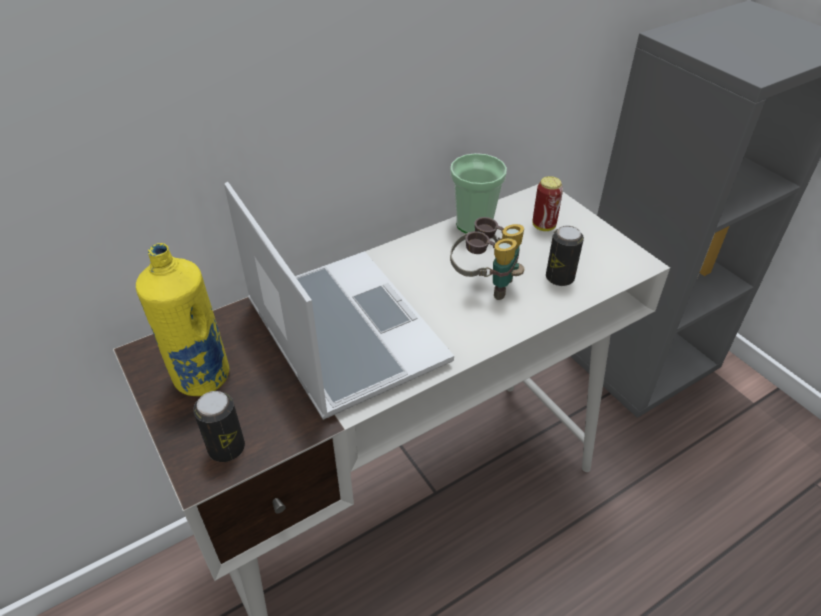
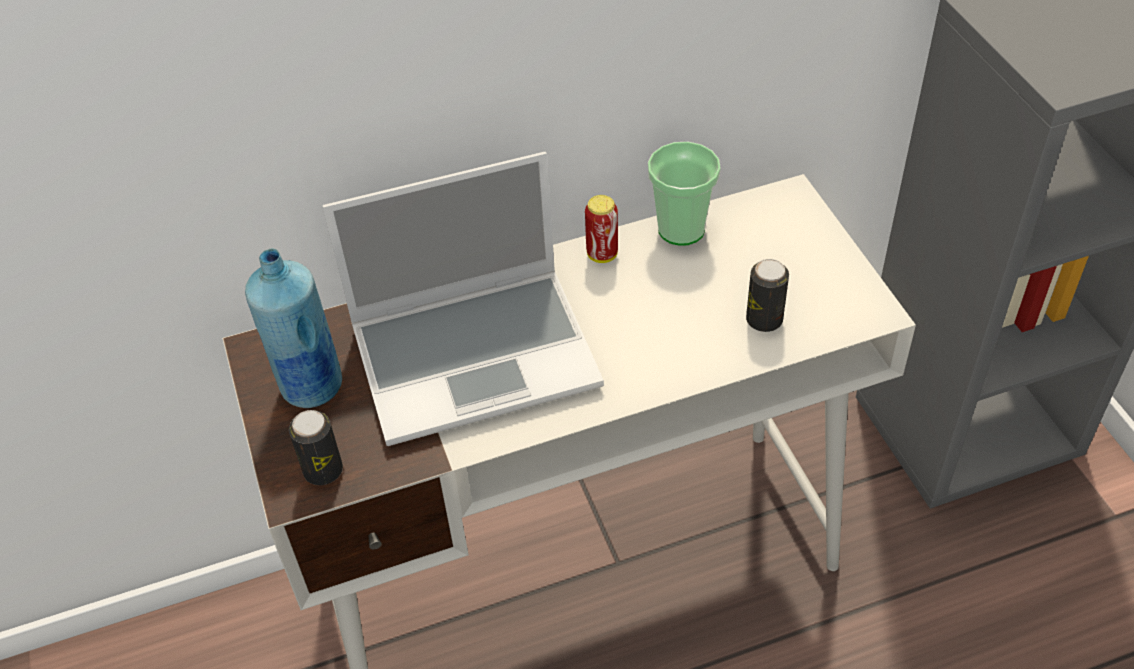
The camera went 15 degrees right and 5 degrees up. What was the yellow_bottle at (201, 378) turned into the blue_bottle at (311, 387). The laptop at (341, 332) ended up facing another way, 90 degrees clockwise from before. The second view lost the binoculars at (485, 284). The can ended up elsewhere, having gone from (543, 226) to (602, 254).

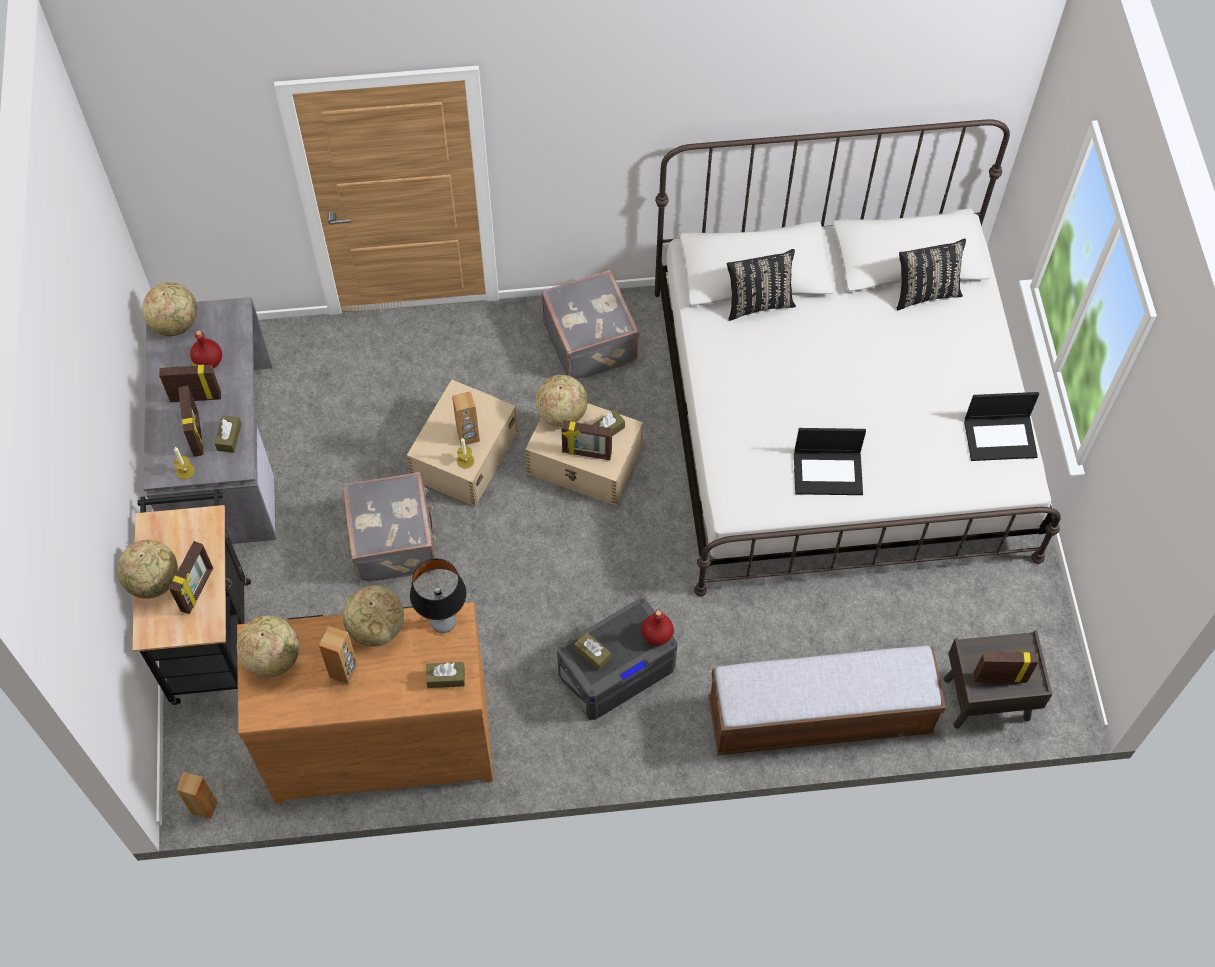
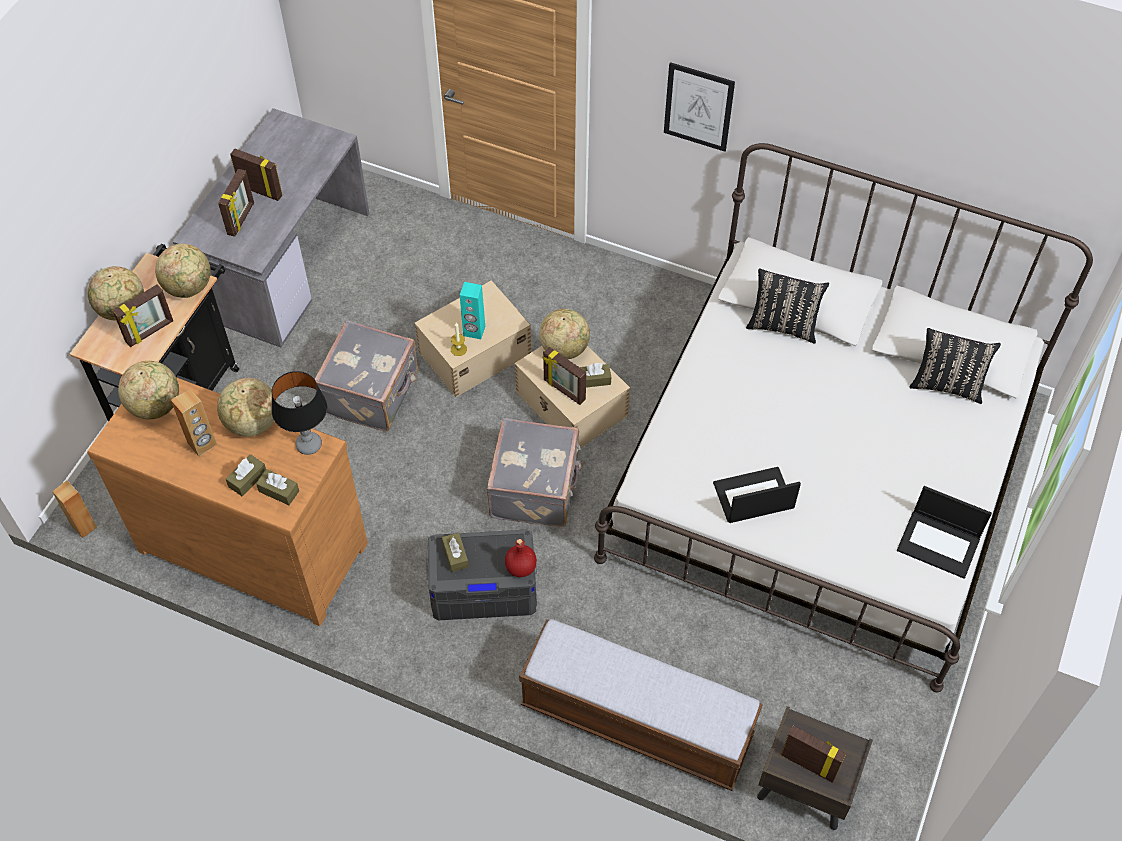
The camera went 30 degrees right and 5 degrees down. The globe ended up elsewhere, having gone from (175, 323) to (189, 287). The second view lost the candle at (185, 471). The second view lost the red_bottle at (209, 361). The brown_tissue_box ended up elsewhere, having gone from (229, 437) to (247, 479). What was the brown_speaker at (468, 436) turned into the turquoise_speaker at (474, 331). The grey_suitcase ended up elsewhere, having gone from (591, 341) to (536, 488). The laptop at (828, 472) ended up facing another way, 135 degrees clockwise from before. The second view gained the picture at (698, 107).

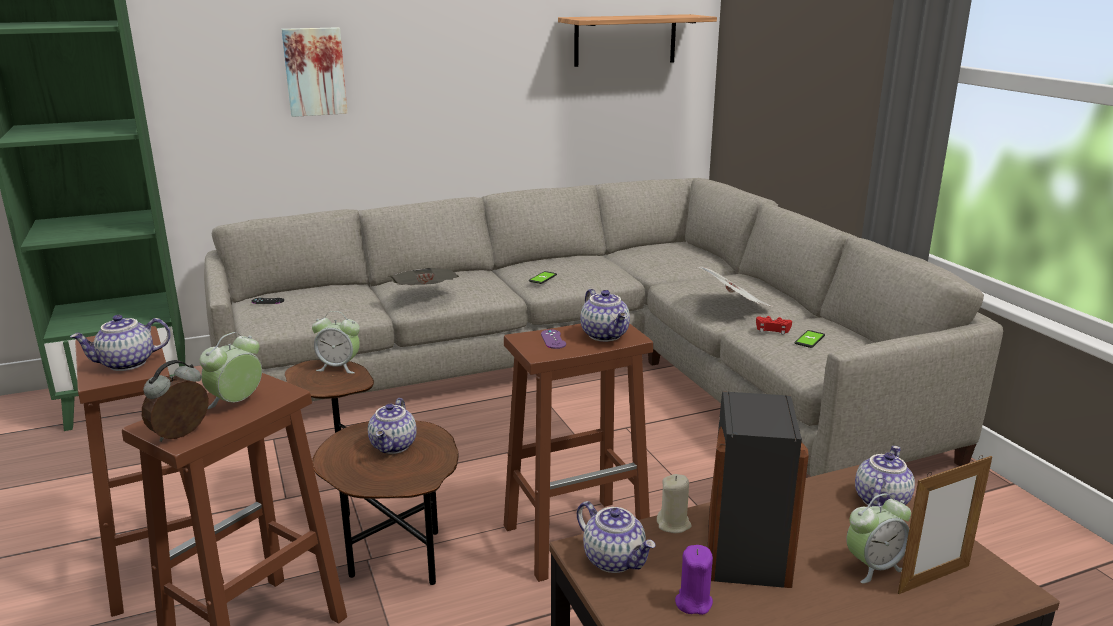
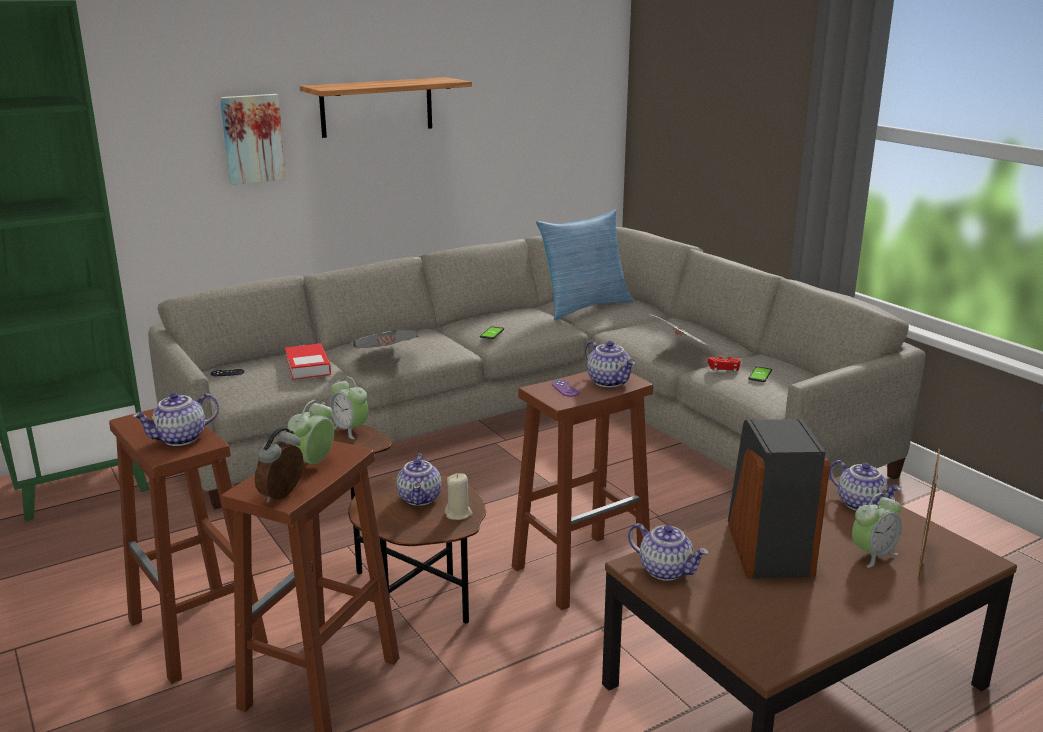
The camera went 10 degrees left and 0 degrees up. The alarm_clock at (339, 367) ended up facing another way, 45 degrees clockwise from before. The shelf ended up elsewhere, having gone from (625, 40) to (377, 107). The beige_candle ended up elsewhere, having gone from (674, 524) to (458, 514). The second view lost the purple_candle at (693, 602). The teapot at (880, 500) ended up facing another way, 120 degrees clockwise from before. The picture_frame at (933, 579) ended up facing another way, 150 degrees clockwise from before. The second view gained the book at (308, 367). The second view gained the pillow at (583, 307).

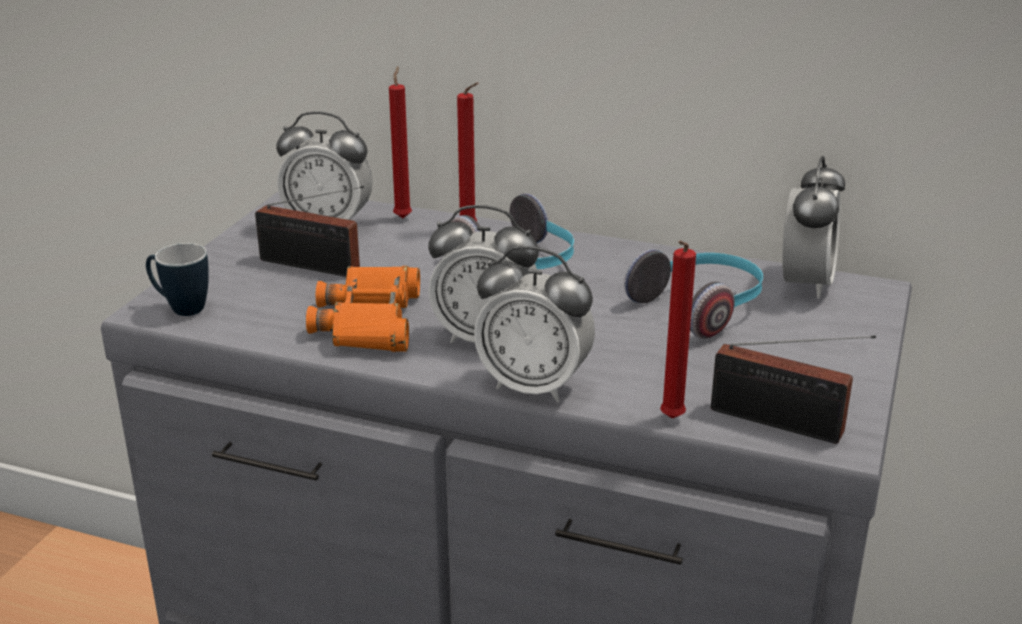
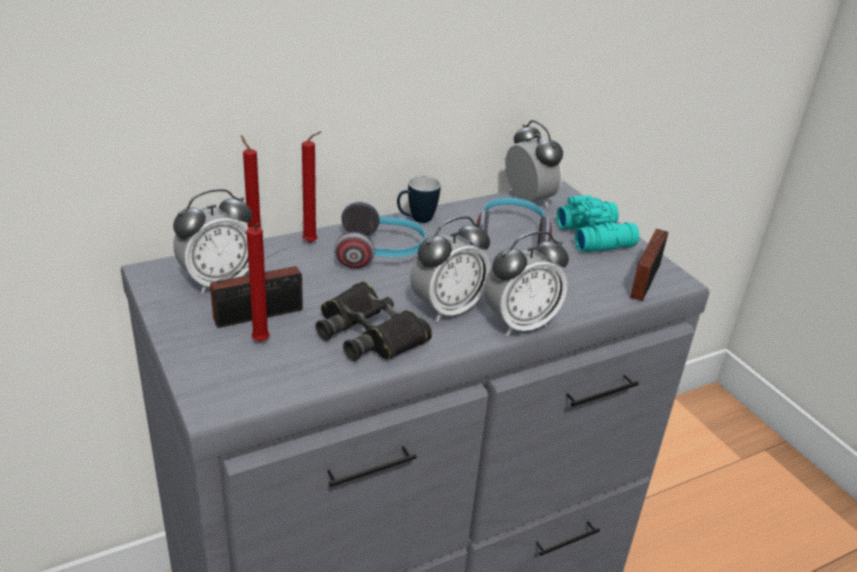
The camera went 50 degrees left and 5 degrees up. The mug ended up elsewhere, having gone from (180, 308) to (416, 220). What was the orange_binoculars at (370, 321) turned into the black_binoculars at (369, 333). The red_candle ended up elsewhere, having gone from (670, 420) to (261, 343). The radio at (783, 424) ended up facing another way, 135 degrees clockwise from before. The second view gained the turquoise_binoculars at (595, 235).

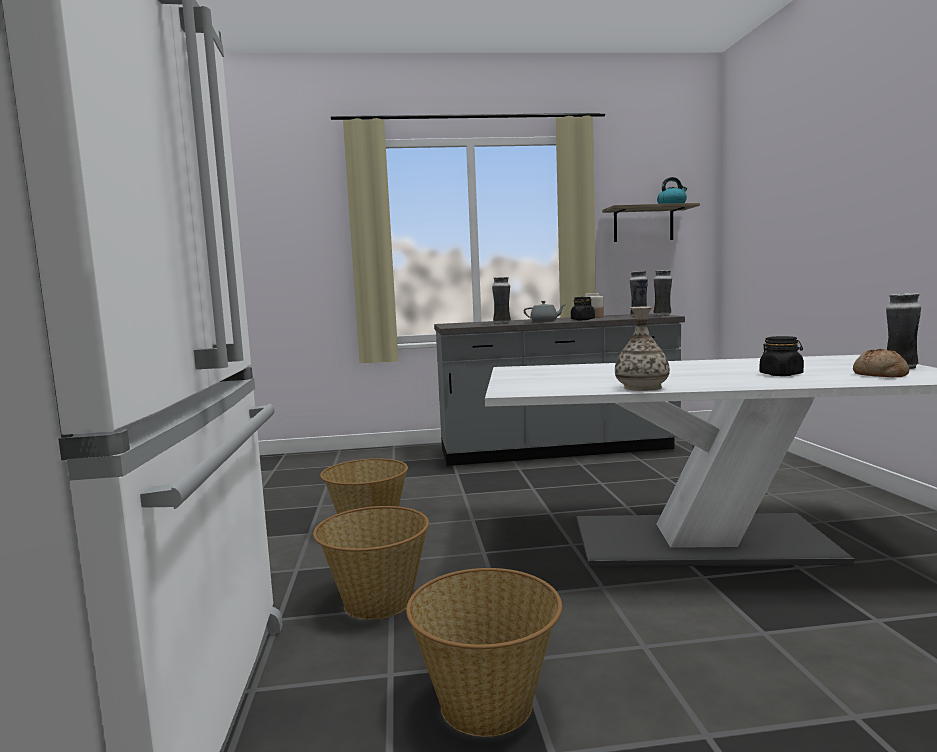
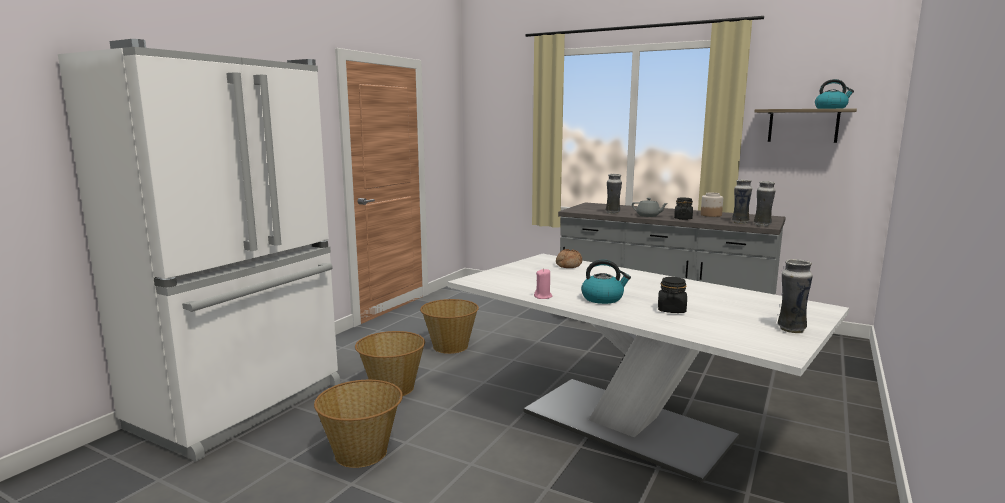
The camera went 35 degrees right and 5 degrees up. Where the vase stood at (642, 387), the pink_candle came to stand at (543, 297). The bread ended up elsewhere, having gone from (879, 375) to (568, 265). The second view gained the kettle at (603, 298).

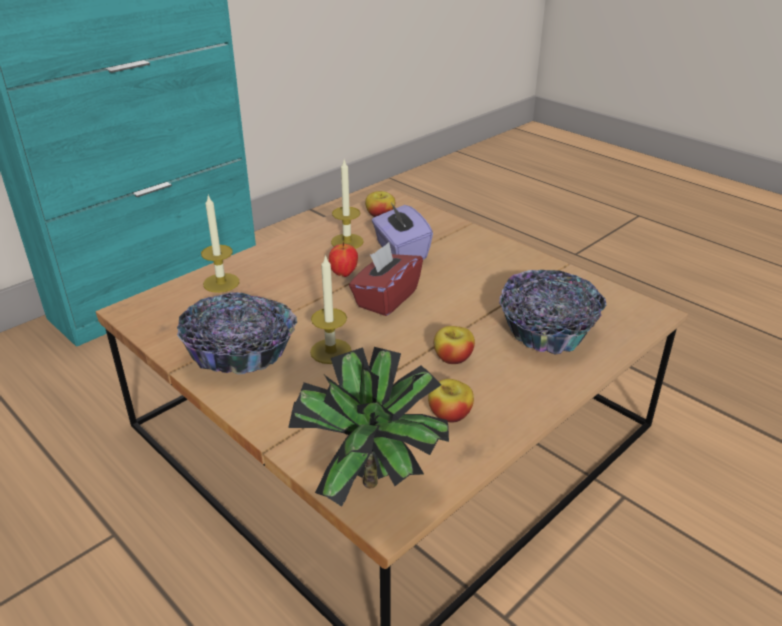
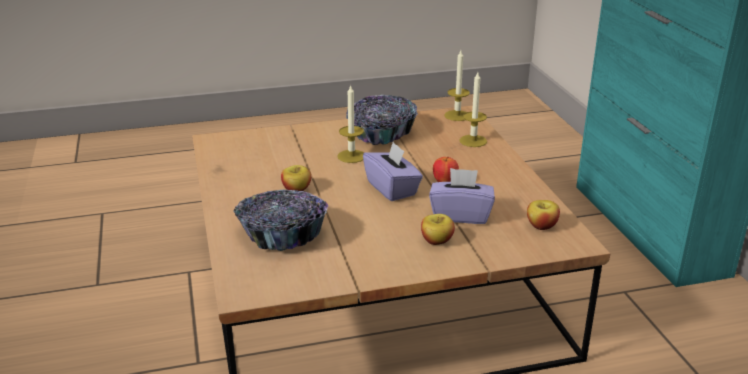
The camera went 120 degrees right and 5 degrees down. The second view lost the potted_plant at (375, 491). The candle ended up elsewhere, having gone from (347, 242) to (457, 115). What was the red_tissue_box at (386, 298) turned into the purple_tissue_box at (392, 188). The apple ended up elsewhere, having gone from (449, 415) to (436, 241).

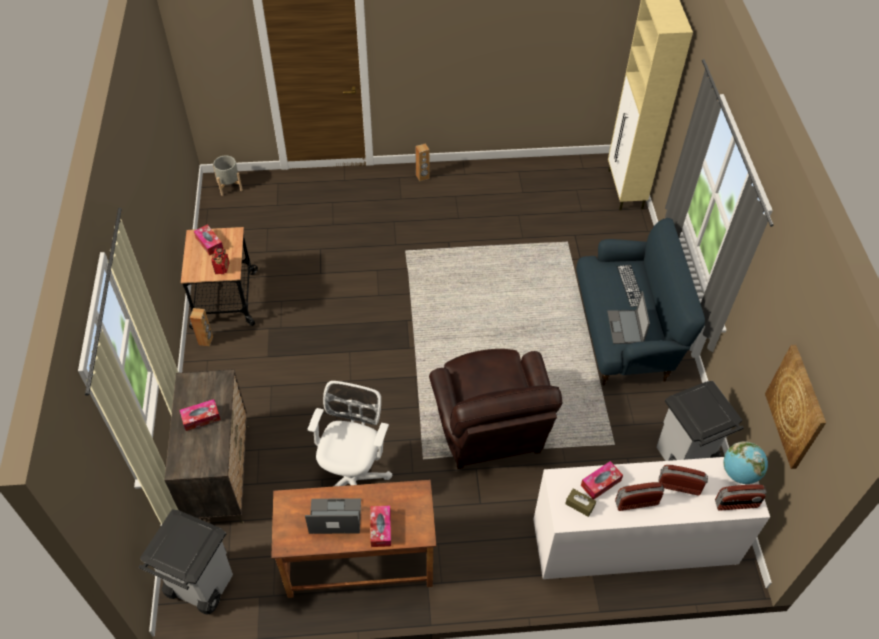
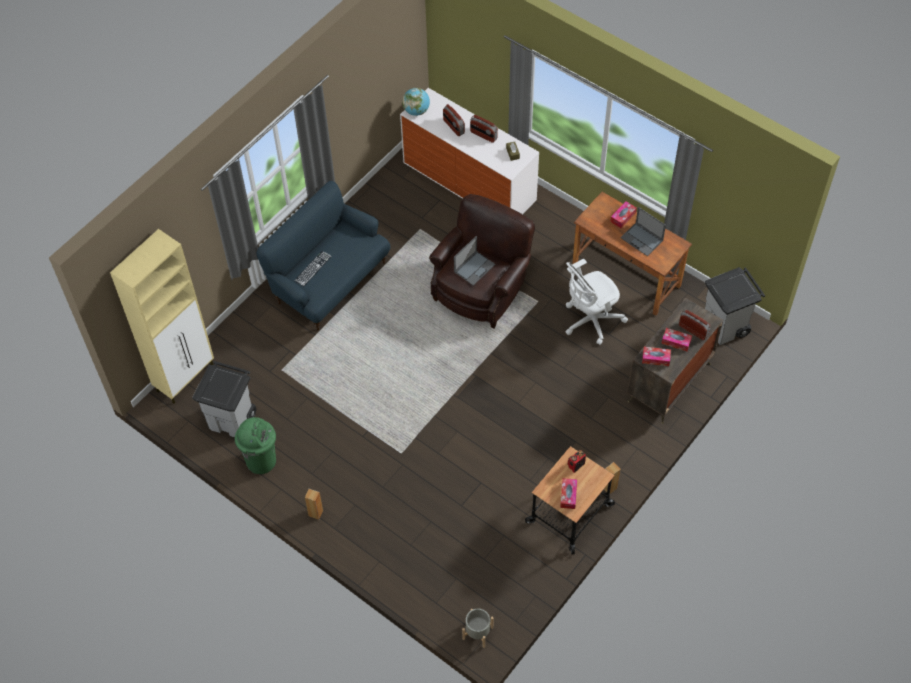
The camera went 135 degrees left and 5 degrees up. The tissue_box ended up elsewhere, having gone from (600, 483) to (656, 358). The laptop ended up elsewhere, having gone from (625, 327) to (474, 268). The grey_trash_can ended up elsewhere, having gone from (684, 456) to (233, 420). The radio ended up elsewhere, having gone from (736, 504) to (693, 330). The second view lost the picture at (796, 407). The second view gained the green_trash_can at (261, 460).

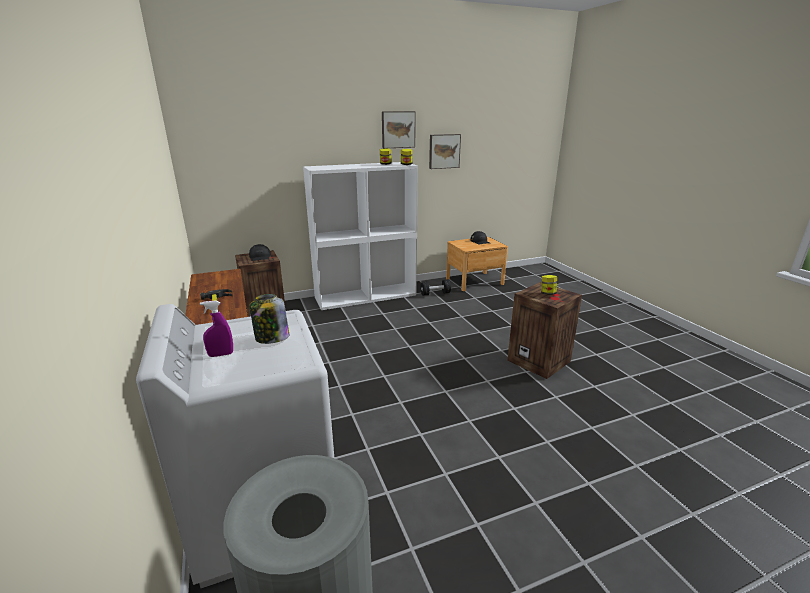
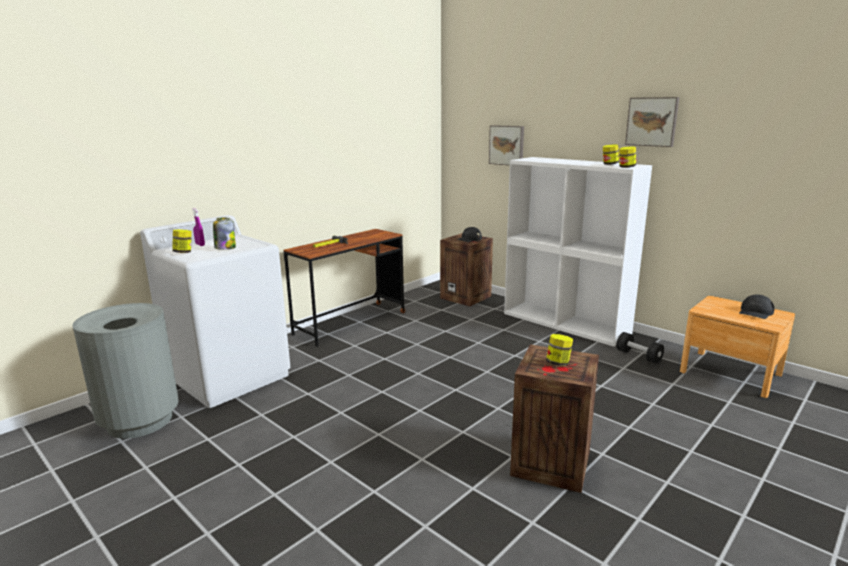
The camera went 65 degrees right and 5 degrees down. The picture ended up elsewhere, having gone from (444, 151) to (507, 145). The second view gained the jar at (183, 252).

